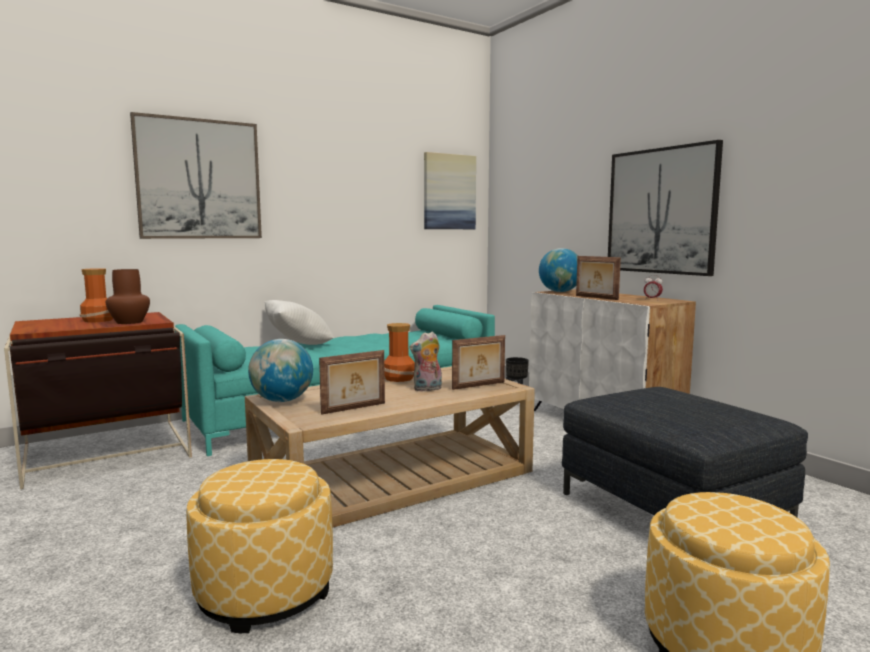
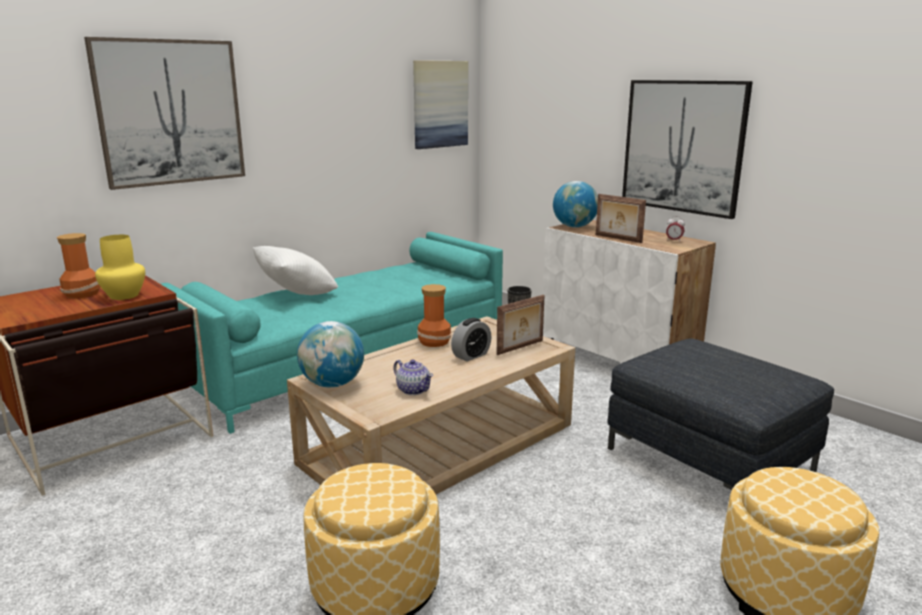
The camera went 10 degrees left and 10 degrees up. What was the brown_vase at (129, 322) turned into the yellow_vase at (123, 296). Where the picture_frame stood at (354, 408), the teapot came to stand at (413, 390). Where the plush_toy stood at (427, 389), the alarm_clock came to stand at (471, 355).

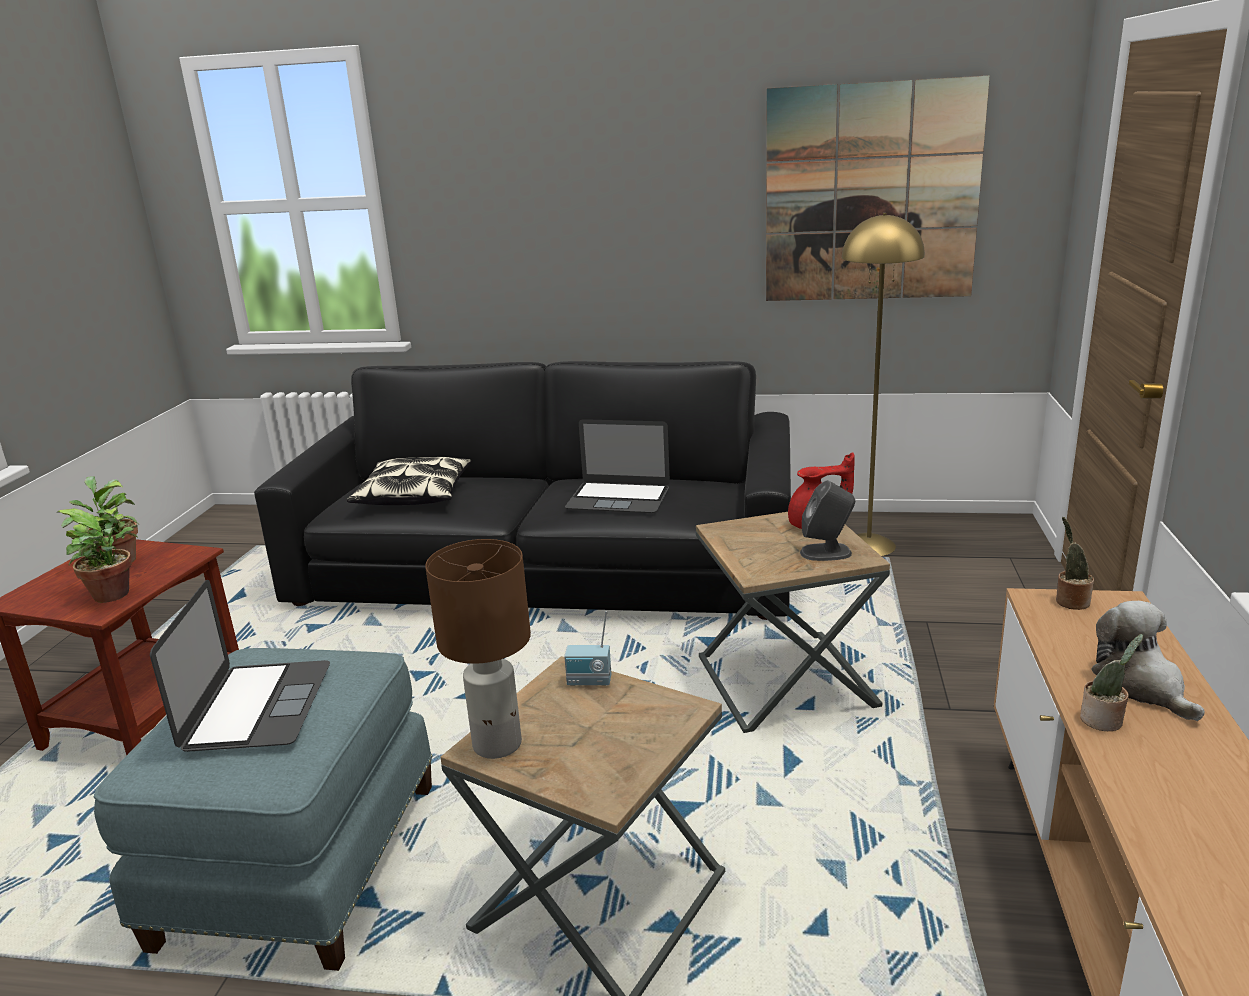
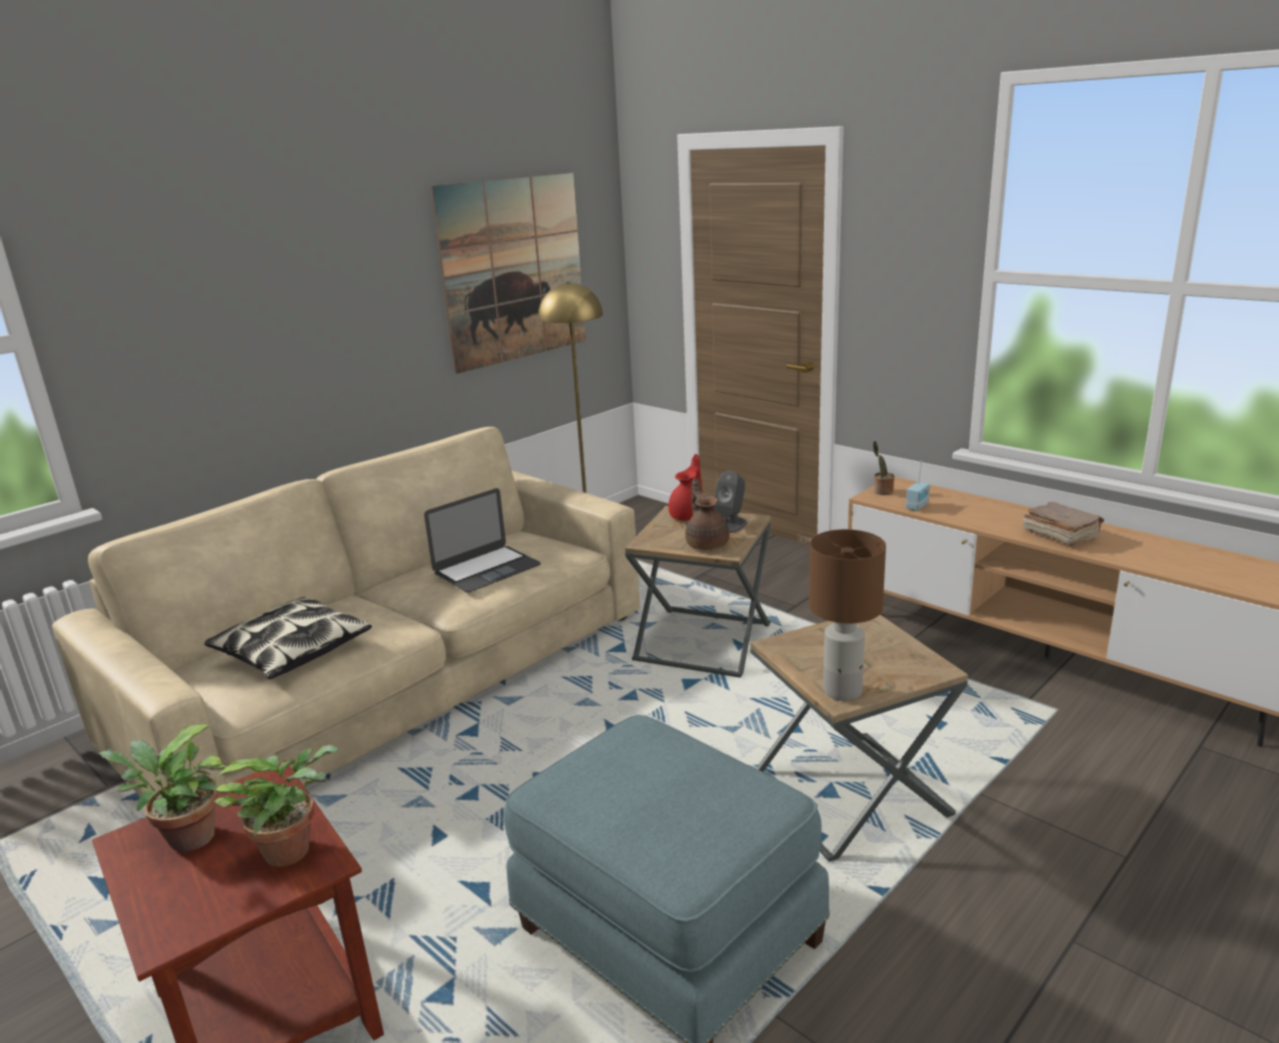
The camera went 55 degrees left and 0 degrees up. The second view lost the laptop at (257, 705). What was the black_sofa at (547, 566) turned into the beige_sofa at (394, 677). The radio ended up elsewhere, having gone from (589, 682) to (918, 506). The second view lost the potted_plant at (1104, 721). The second view lost the plush_toy at (1141, 686). The second view gained the brown_teapot at (707, 543). The second view gained the brown_book at (1059, 535).

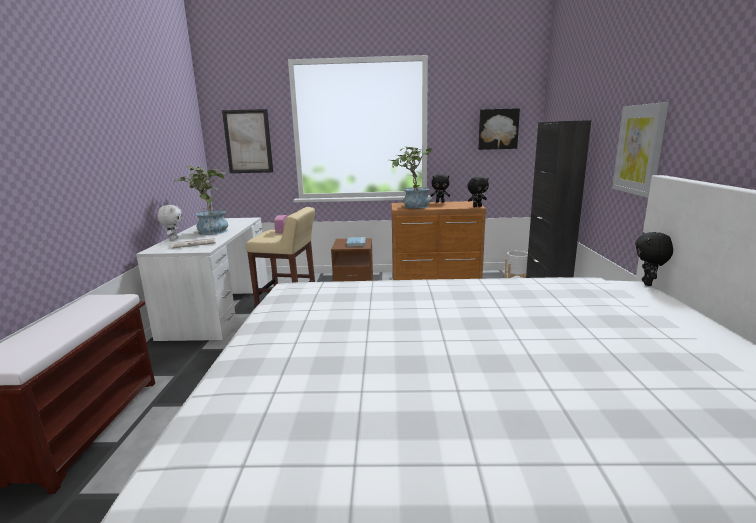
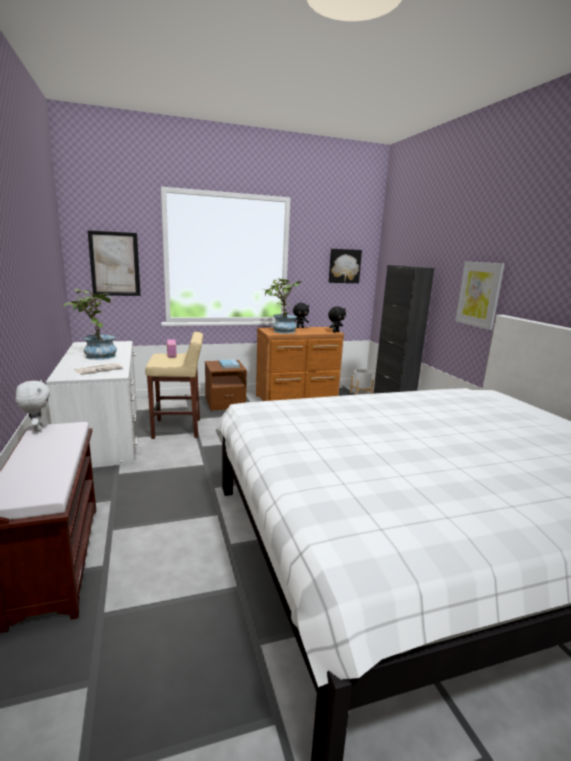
The camera went 20 degrees left and 0 degrees up. The white_plush_toy ended up elsewhere, having gone from (173, 239) to (37, 429). The second view lost the black_plush_toy at (648, 283).

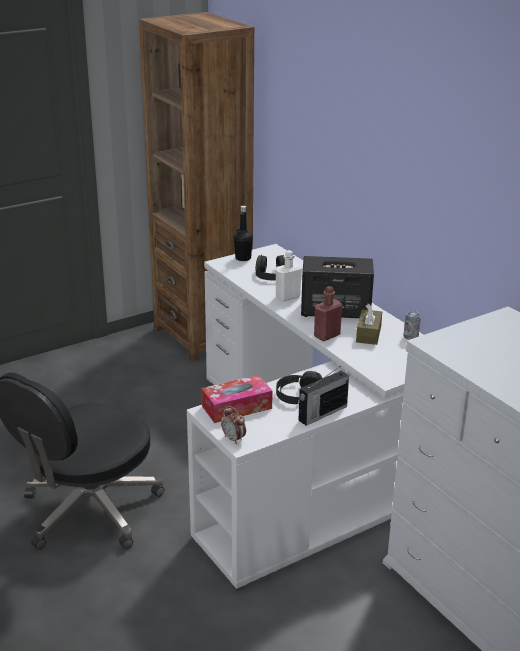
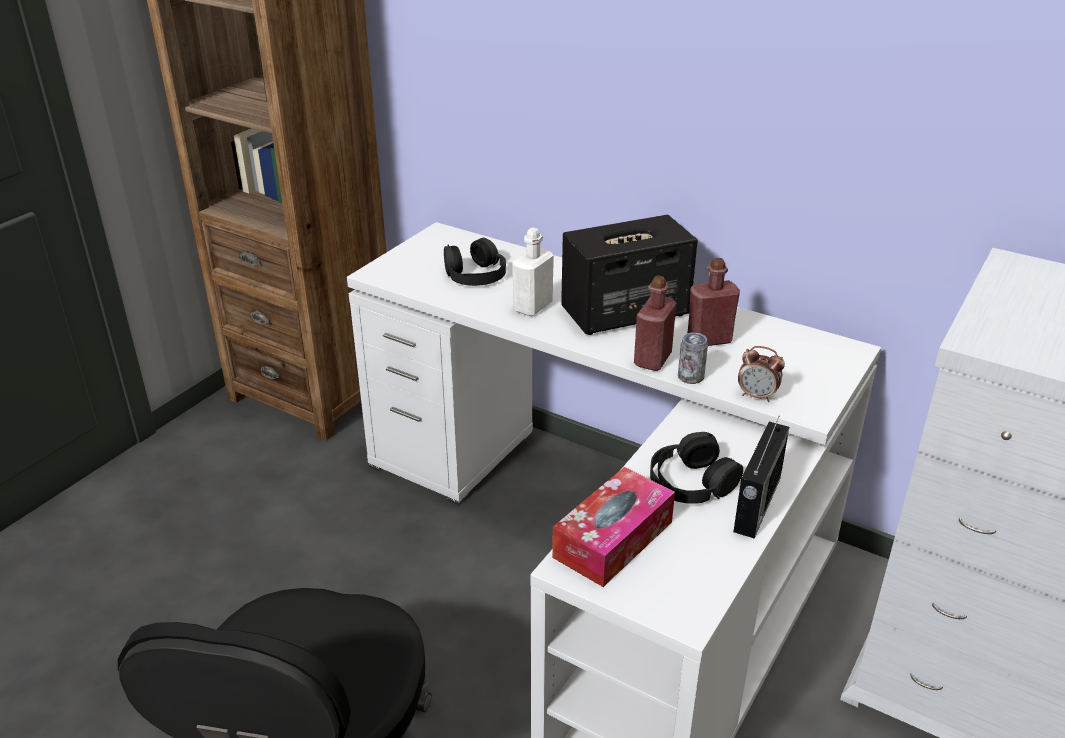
The camera went 25 degrees left and 5 degrees up. The alarm_clock ended up elsewhere, having gone from (233, 439) to (757, 396). The second view lost the black_bottle at (243, 258). Where the brown_tissue_box stood at (368, 334), the red_bottle came to stand at (709, 340). The can ended up elsewhere, having gone from (410, 337) to (690, 377).

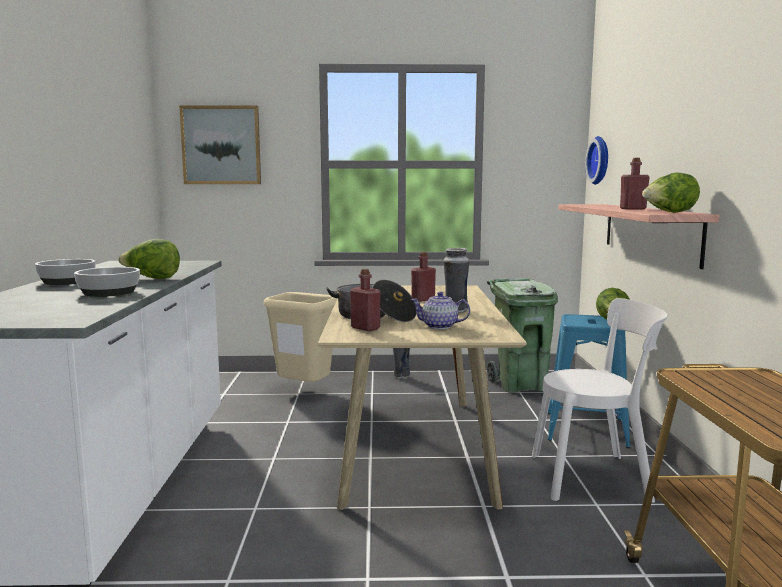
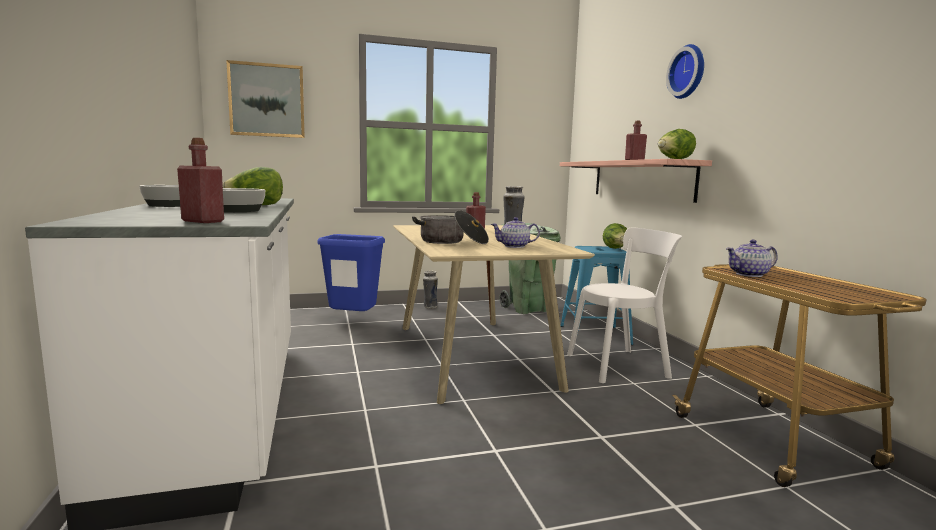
The camera went 15 degrees left and 0 degrees up. What was the beige_trash_can at (303, 391) turned into the blue_trash_can at (352, 321). The red_bottle ended up elsewhere, having gone from (365, 328) to (203, 221). The wall_clock ended up elsewhere, having gone from (601, 160) to (689, 72). The second view gained the teapot at (749, 274).

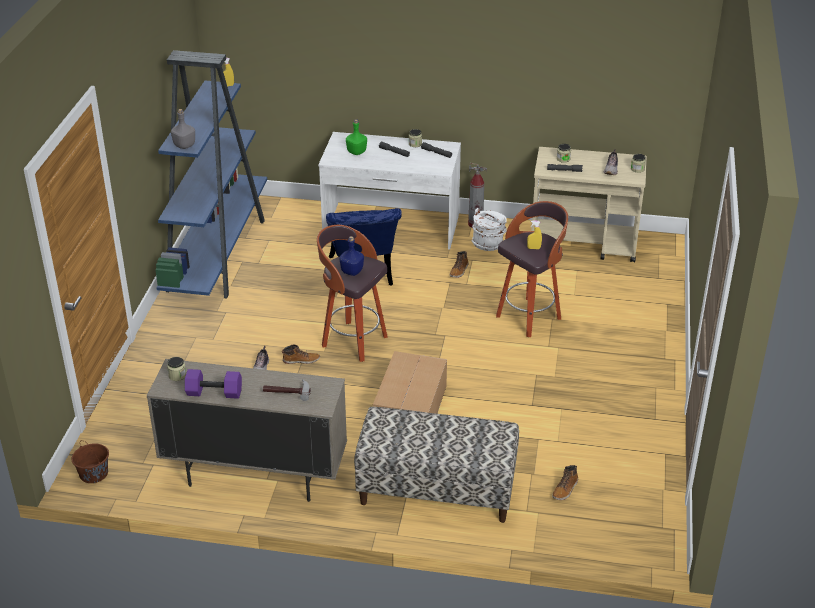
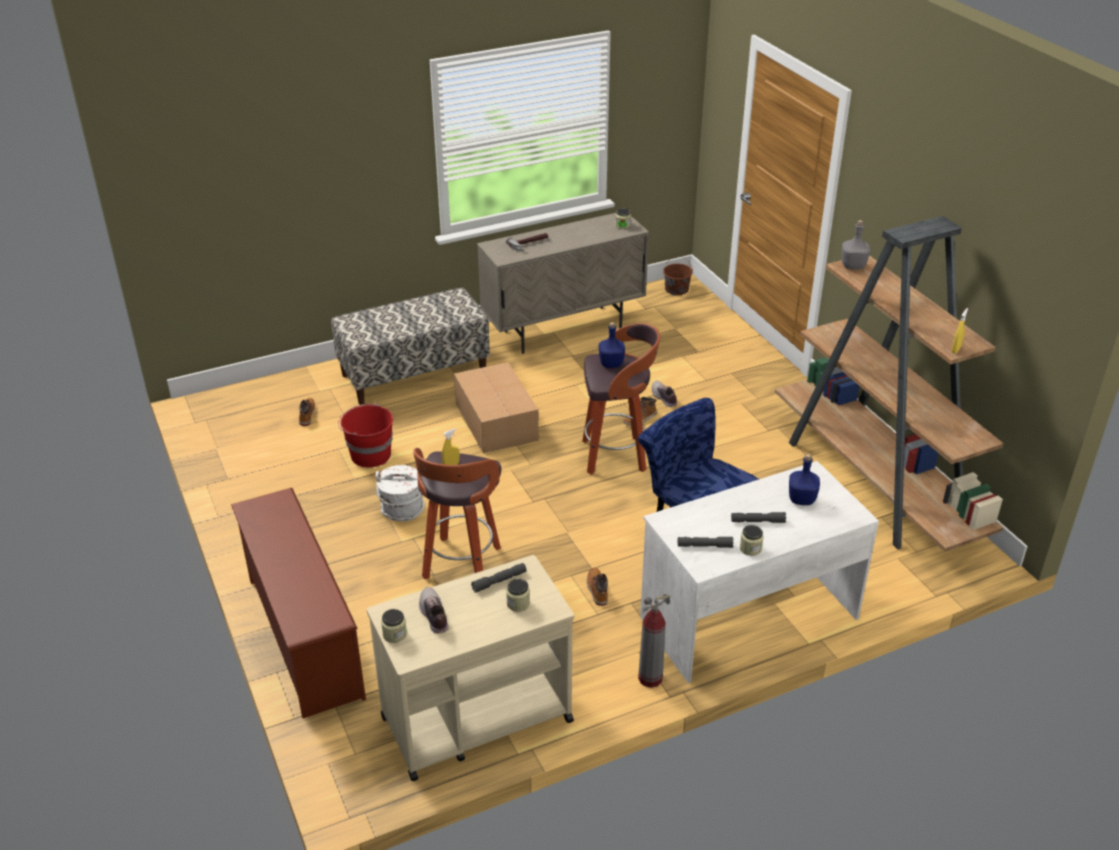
The camera went 145 degrees right and 0 degrees up. What was the blue_bookcase at (217, 253) turned into the brown_bookcase at (875, 484). The second view lost the purple_dumbbell at (215, 392). What was the green_bottle at (356, 152) turned into the blue_bottle at (801, 499). The white_bucket ended up elsewhere, having gone from (488, 243) to (402, 510). The second view gained the brown_shoe_rack at (302, 636). The second view gained the red_bucket at (369, 455).

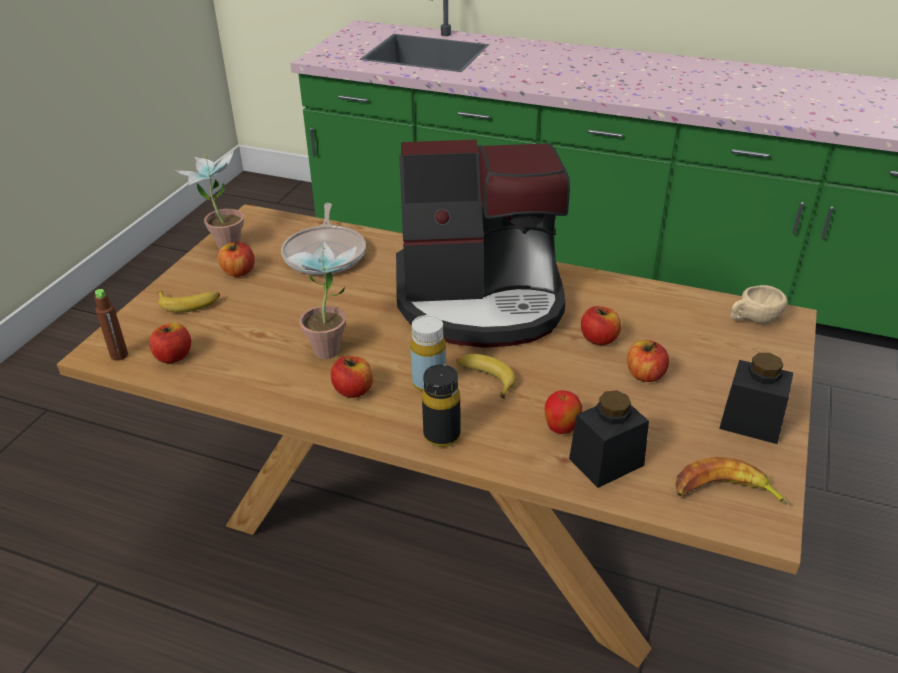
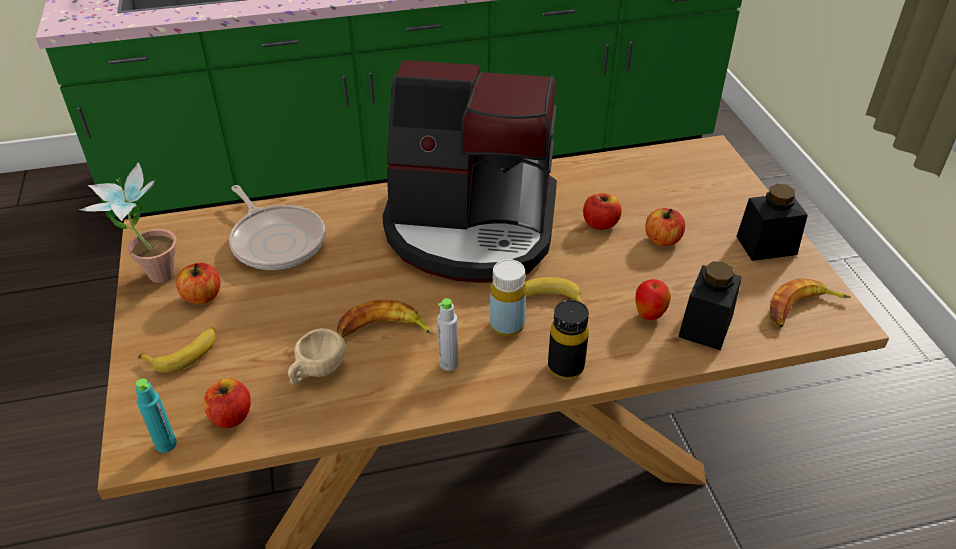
The camera went 35 degrees left and 5 degrees up. What was the brown_bottle at (119, 355) turned into the turquoise_bottle at (166, 444). Where the potted_plant stood at (332, 346), the banana came to stand at (383, 330). Where the apple stood at (353, 390), the grey_bottle came to stand at (448, 363). The coffee_machine at (481, 300) ended up facing another way, 45 degrees clockwise from before. The beige_cup ended up elsewhere, having gone from (753, 319) to (317, 371).

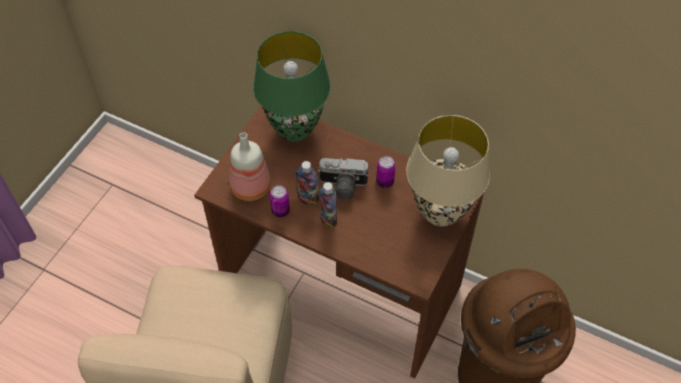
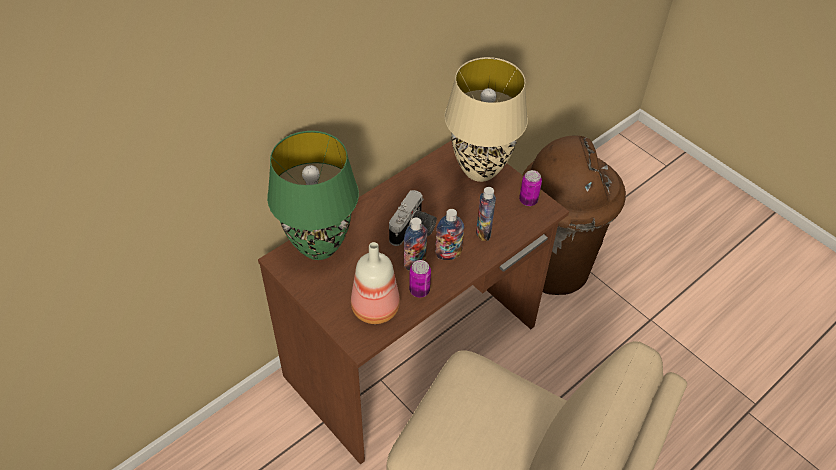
The camera went 70 degrees left and 5 degrees down. The can ended up elsewhere, having gone from (385, 182) to (528, 200). The second view gained the bottle at (483, 232).

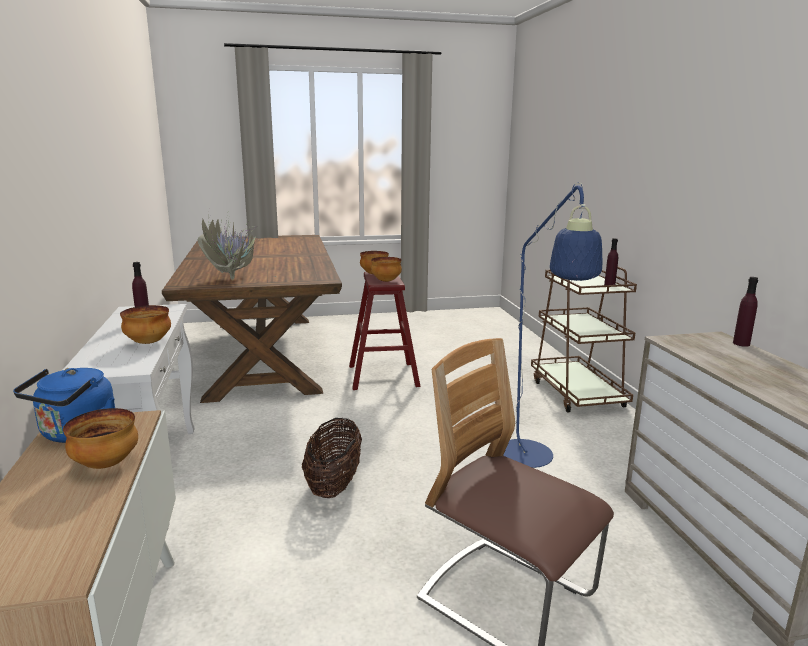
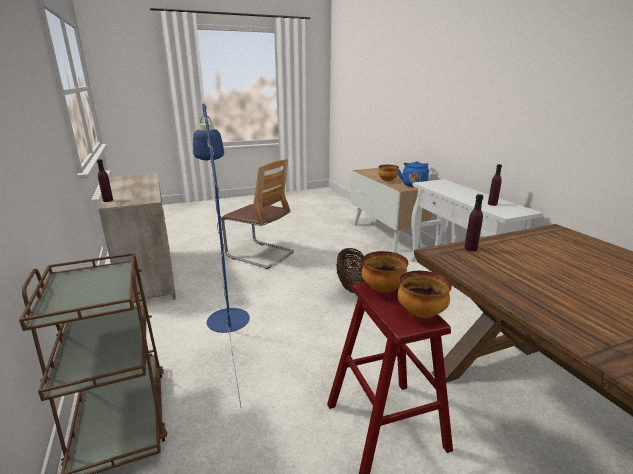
The camera went 170 degrees right and 5 degrees up. The second view lost the bowl at (148, 342). The second view lost the potted_plant at (232, 278). The purple_bottle ended up elsewhere, having gone from (609, 285) to (470, 248).

